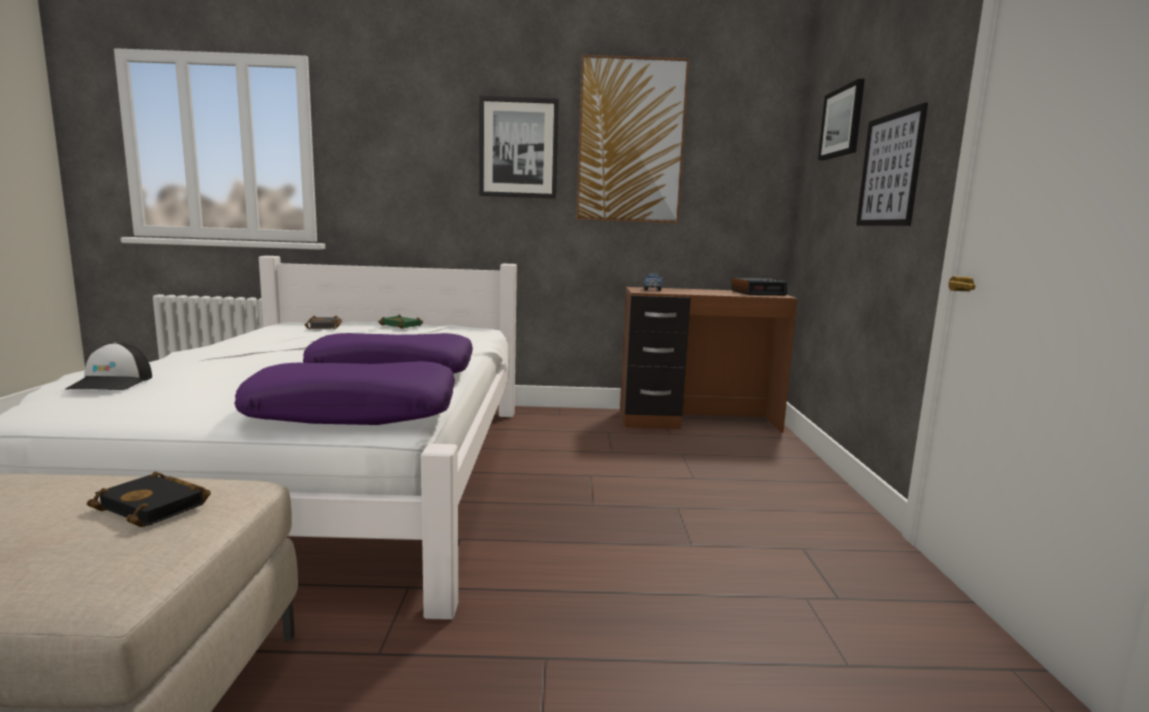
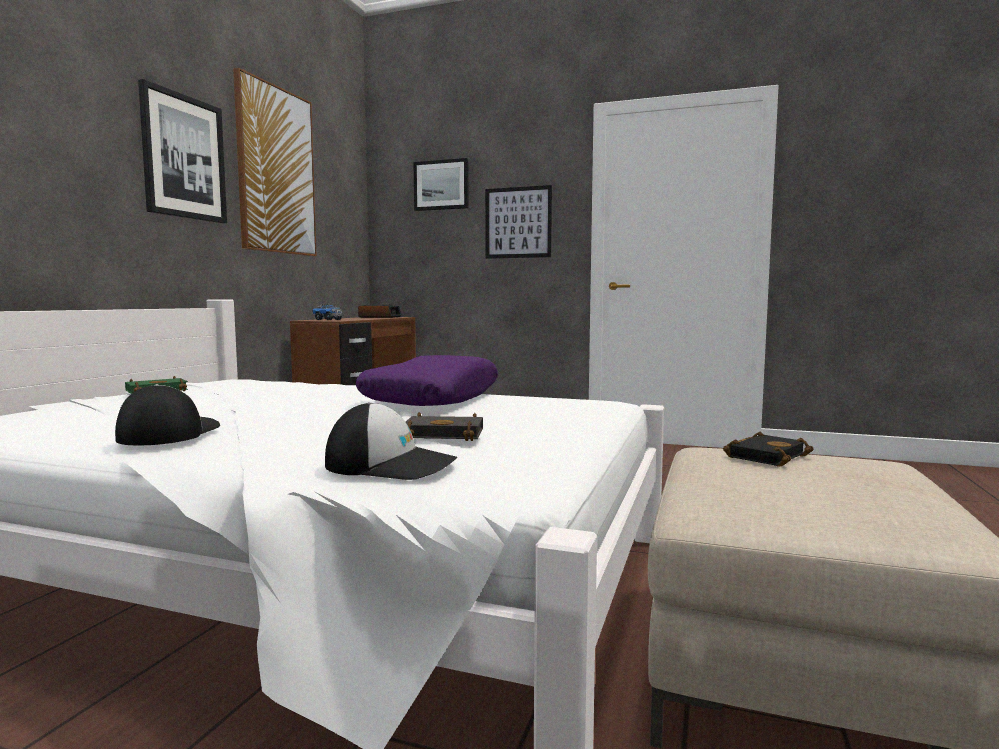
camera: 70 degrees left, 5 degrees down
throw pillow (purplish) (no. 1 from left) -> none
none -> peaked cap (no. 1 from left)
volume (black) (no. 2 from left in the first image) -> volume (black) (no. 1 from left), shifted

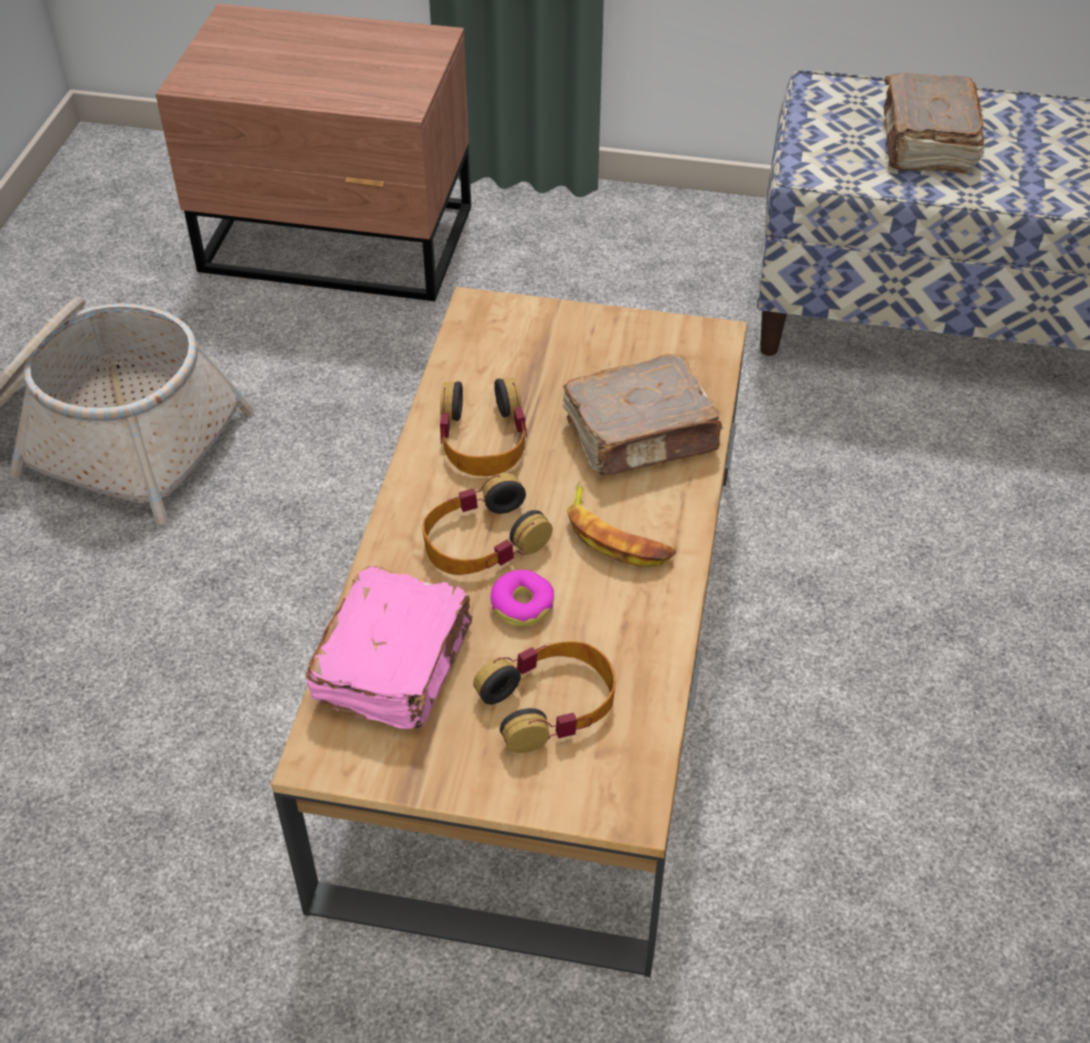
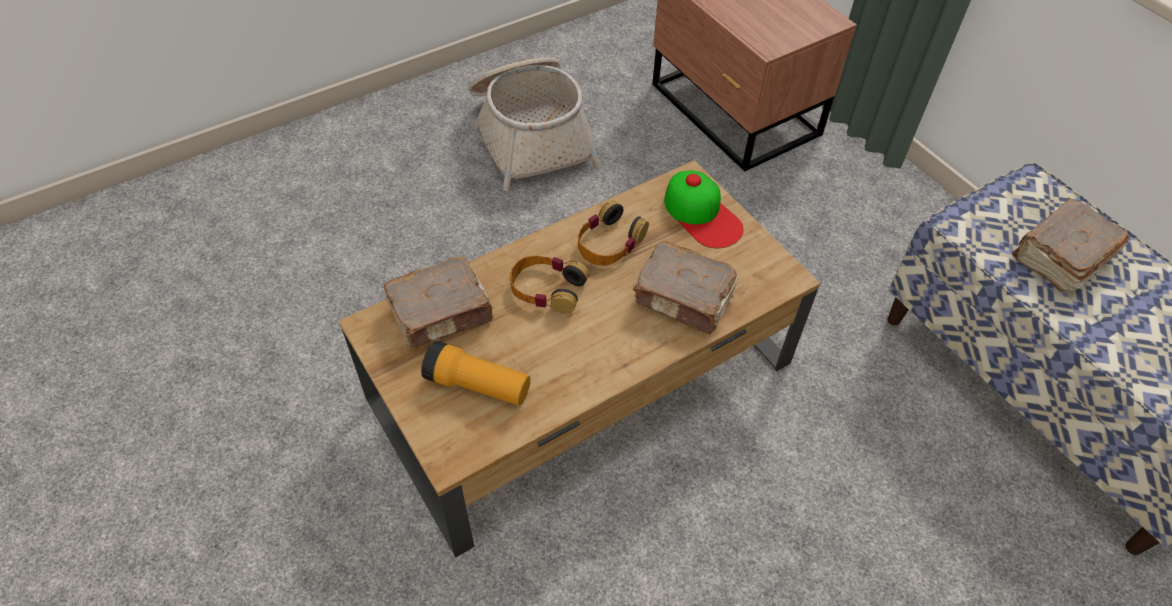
camera: 45 degrees right, 5 degrees up
donut -> none
whole banana -> none
none -> peaked cap
pair of headphones (no. 3 from left) -> hand torch
volume (pinkish) -> volume (brown-coloured) (no. 1 from left)

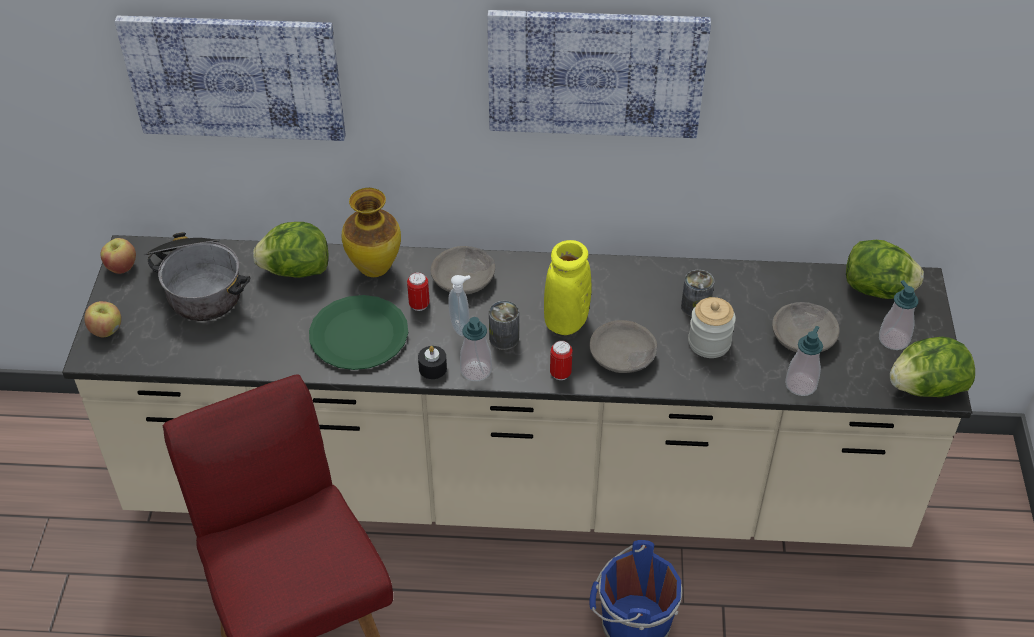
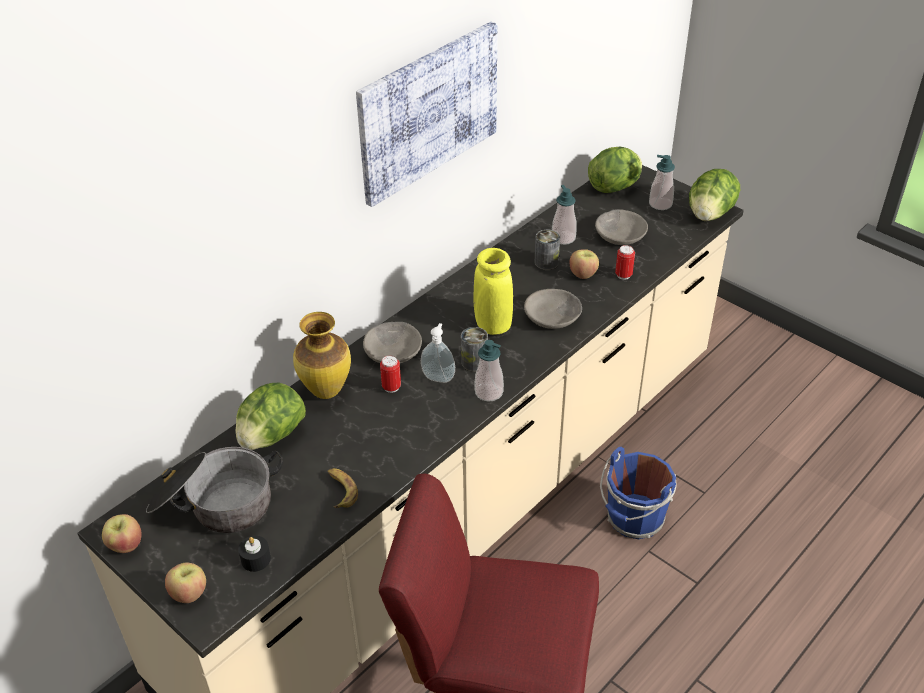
camera: 50 degrees left, 5 degrees down
picture (no. 1 from left) -> none
dinner plate (green-coloured) -> none
none -> whole banana
wax candle (black), shifted
can (no. 3 from left in the first image) -> can (no. 4 from left), shifted
soap bottle (no. 3 from left), shifted
jar -> apple fruit (no. 3 from left)

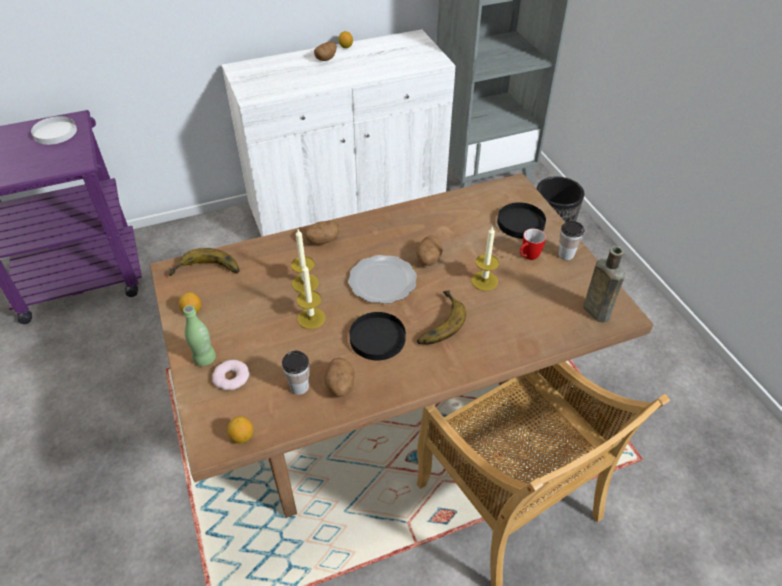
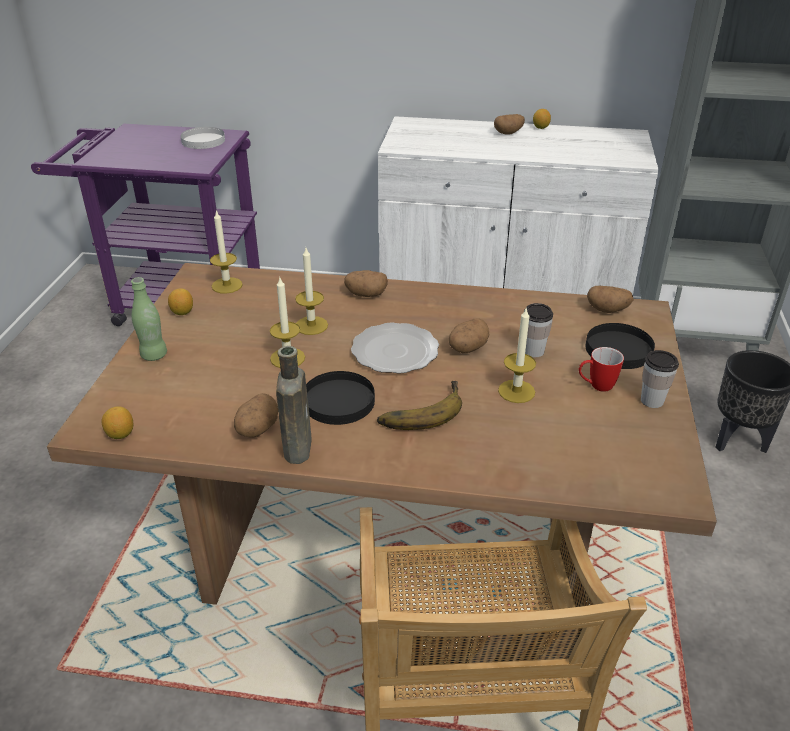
camera: 30 degrees right, 10 degrees down
donut -> none
none -> spud (no. 5 from left)
cup (no. 1 from left), shifted
bottle (brown-coloured), shifted
whole banana (no. 1 from left) -> wax candle (no. 1 from left)

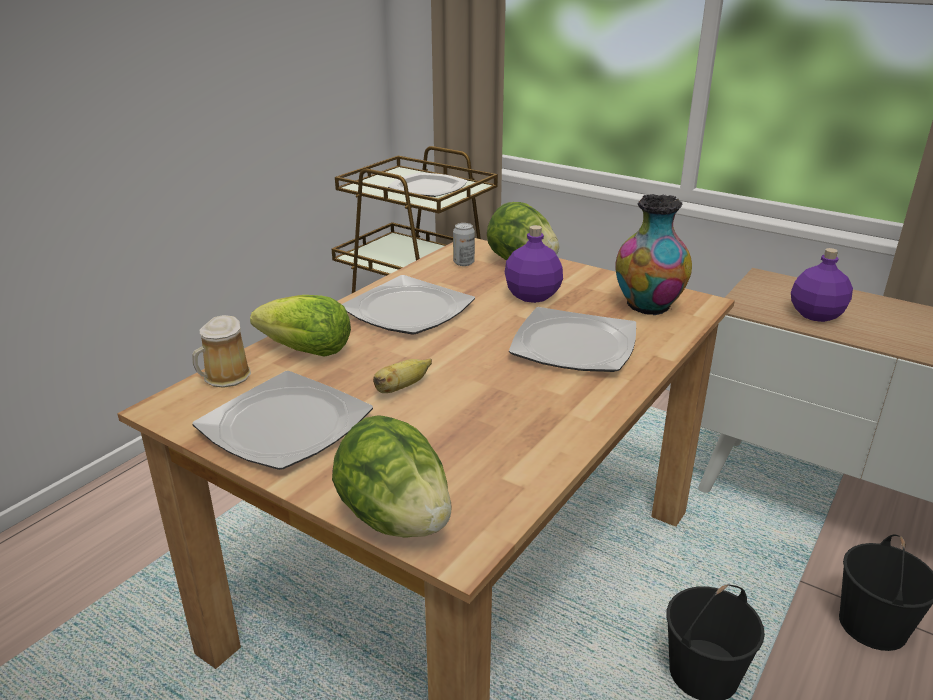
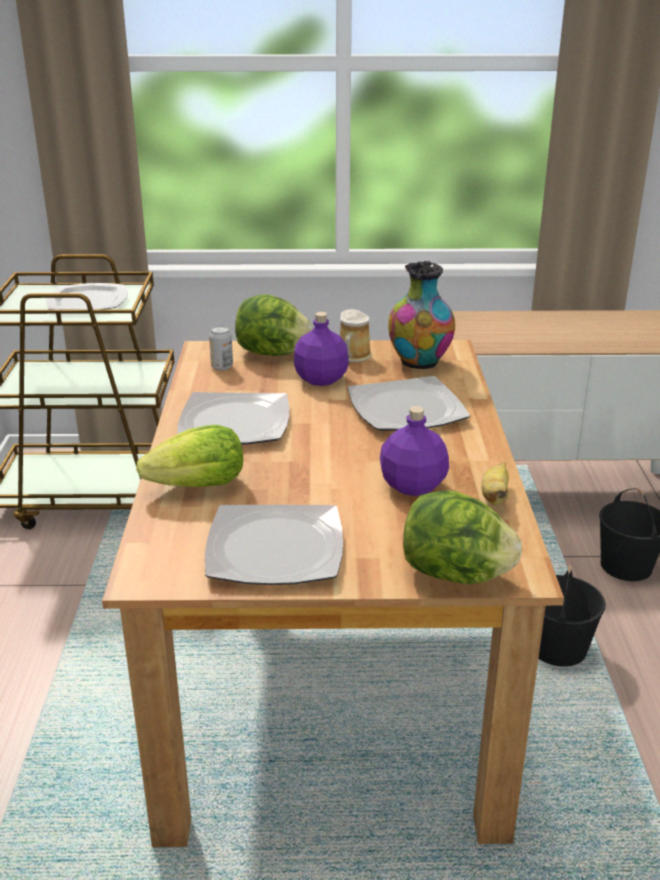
camera: 35 degrees left, 0 degrees up
tea mug, shifted
whole banana, shifted
bottle (purplish) (no. 2 from left), shifted

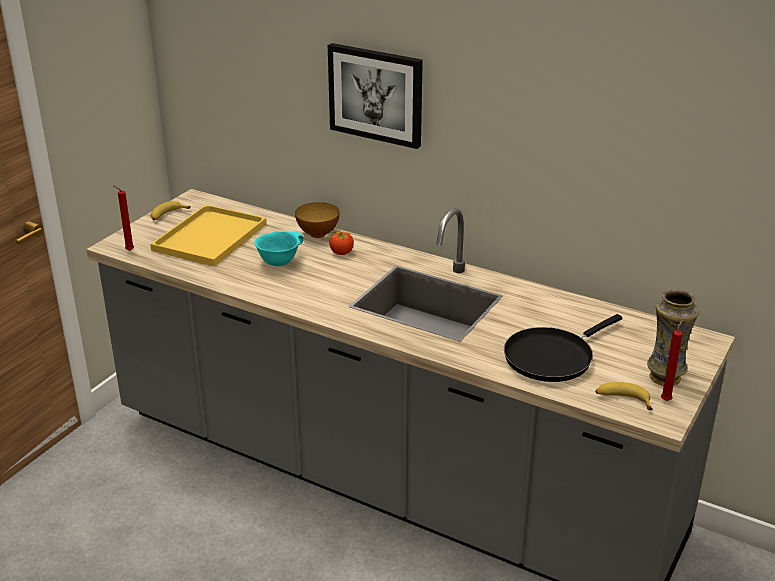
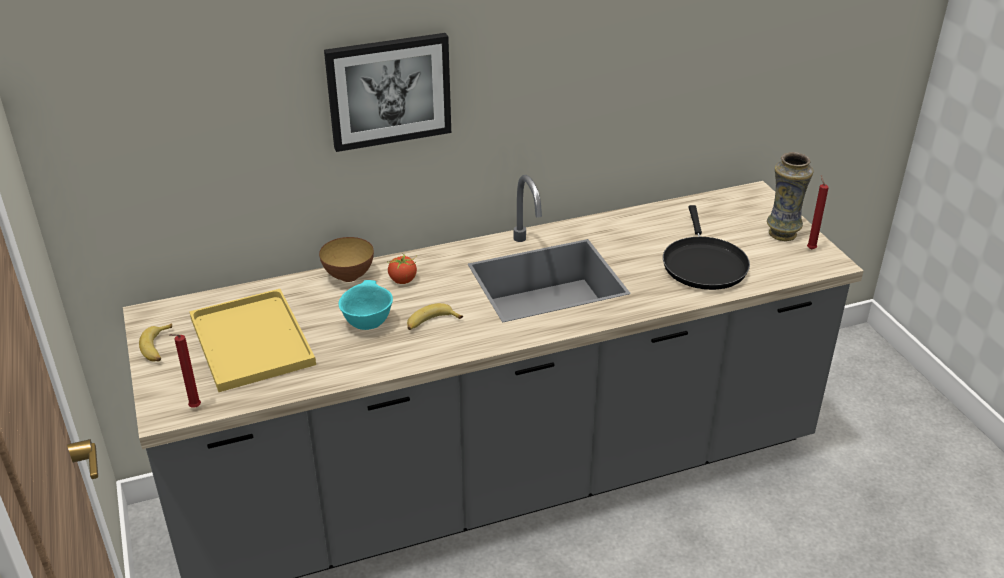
camera: 50 degrees left, 5 degrees up
whole banana (no. 2 from left), shifted

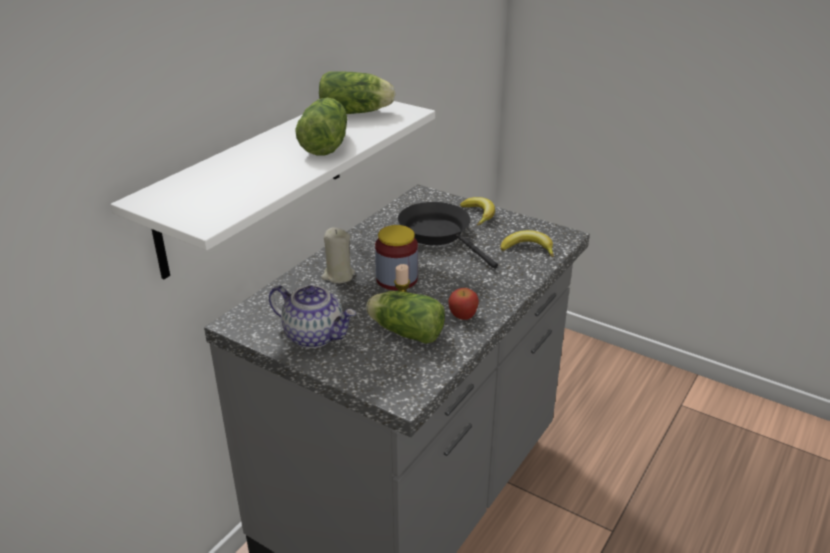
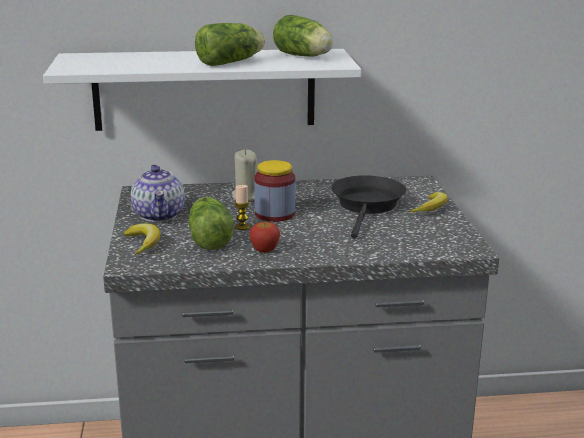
camera: 50 degrees right, 10 degrees down
whole banana (no. 2 from left in the first image) -> whole banana (no. 1 from left), shifted

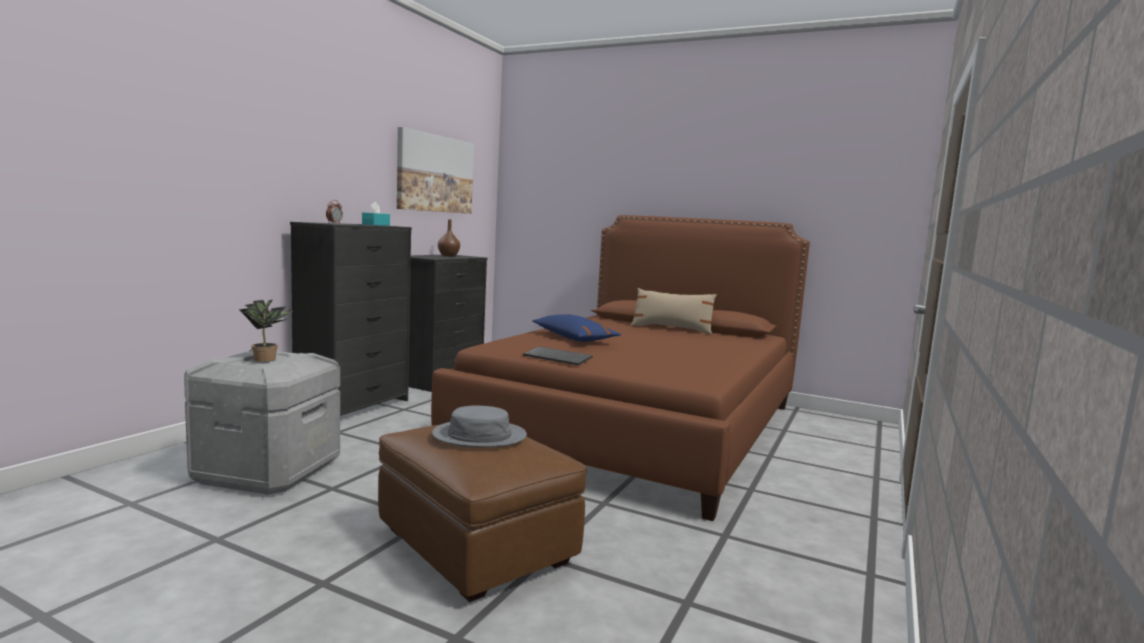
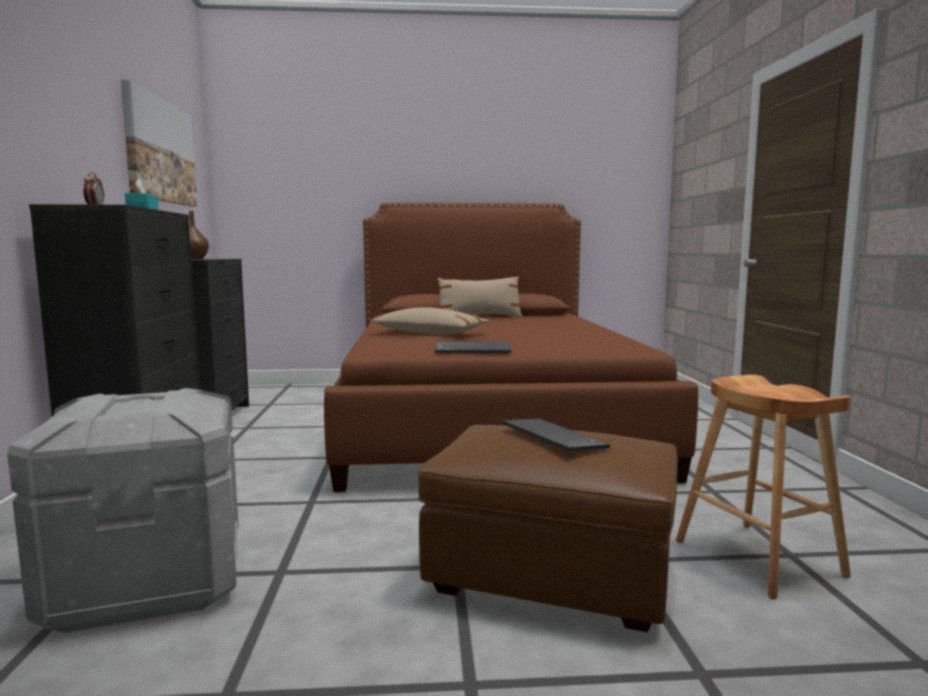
camera: 30 degrees left, 0 degrees up
plant in a pot -> none
none -> sitting stool (brown-coloured)
wearable hat (gray) -> PC keyboard (no. 2 from left)
throw pillow (blue-coloured) -> throw pillow (beige-coloured) (no. 1 from left)

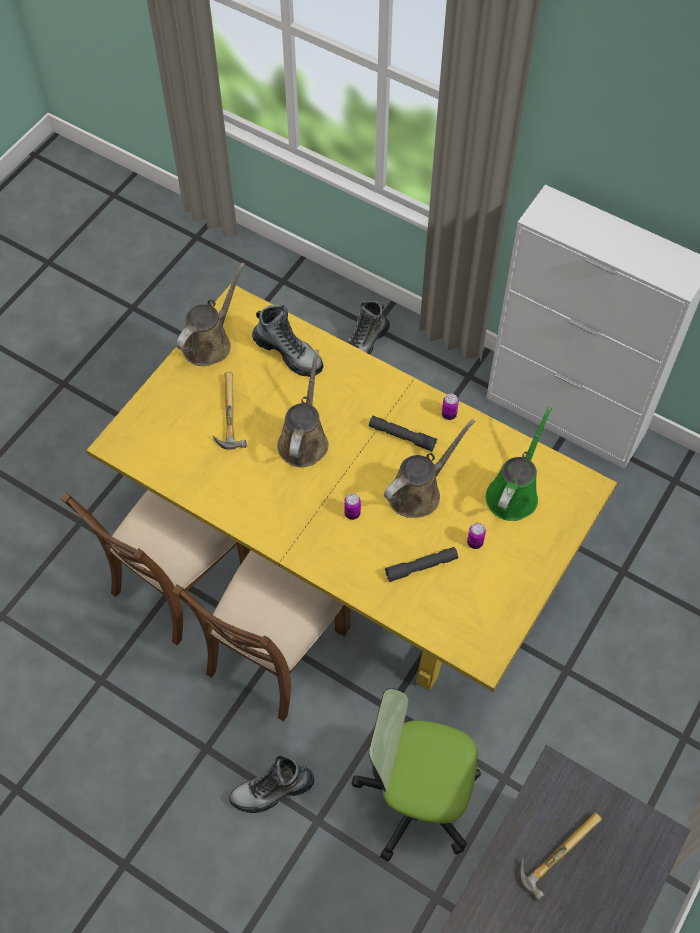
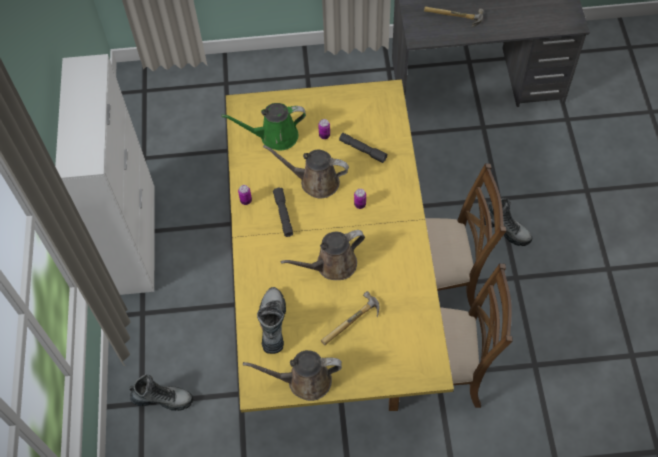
camera: 125 degrees left, 0 degrees up
office chair -> none

